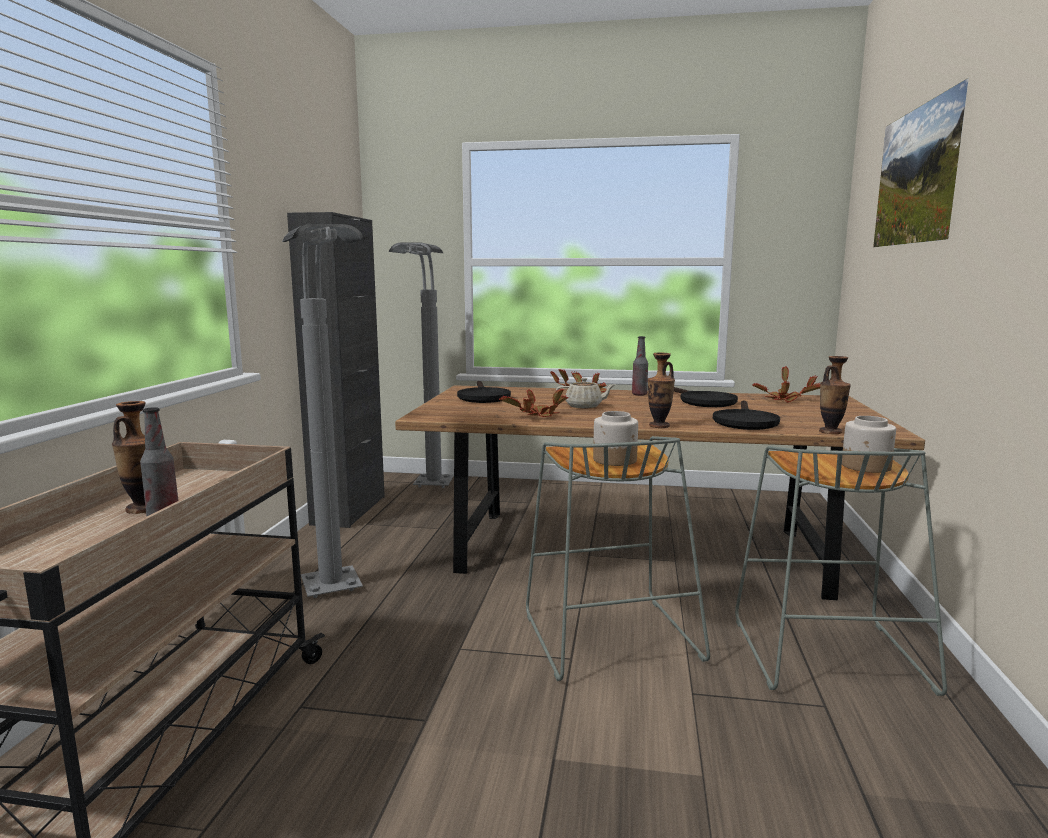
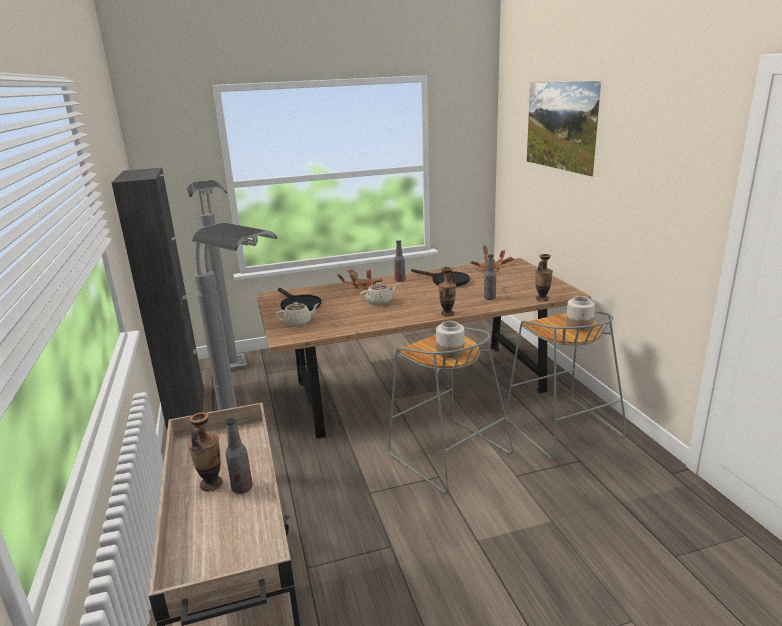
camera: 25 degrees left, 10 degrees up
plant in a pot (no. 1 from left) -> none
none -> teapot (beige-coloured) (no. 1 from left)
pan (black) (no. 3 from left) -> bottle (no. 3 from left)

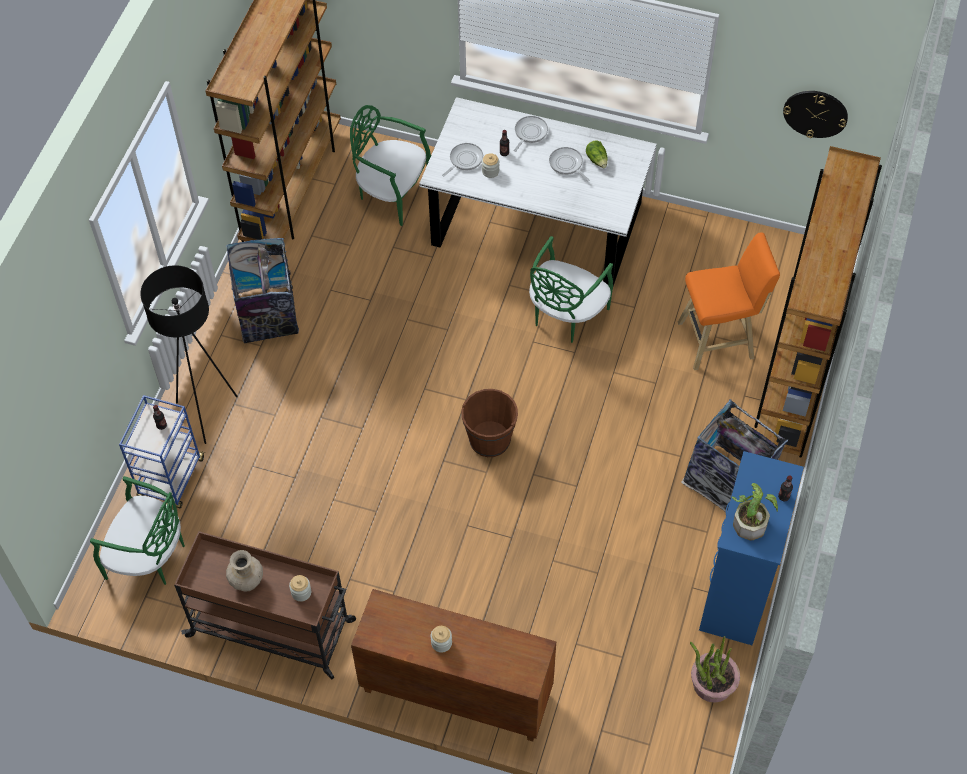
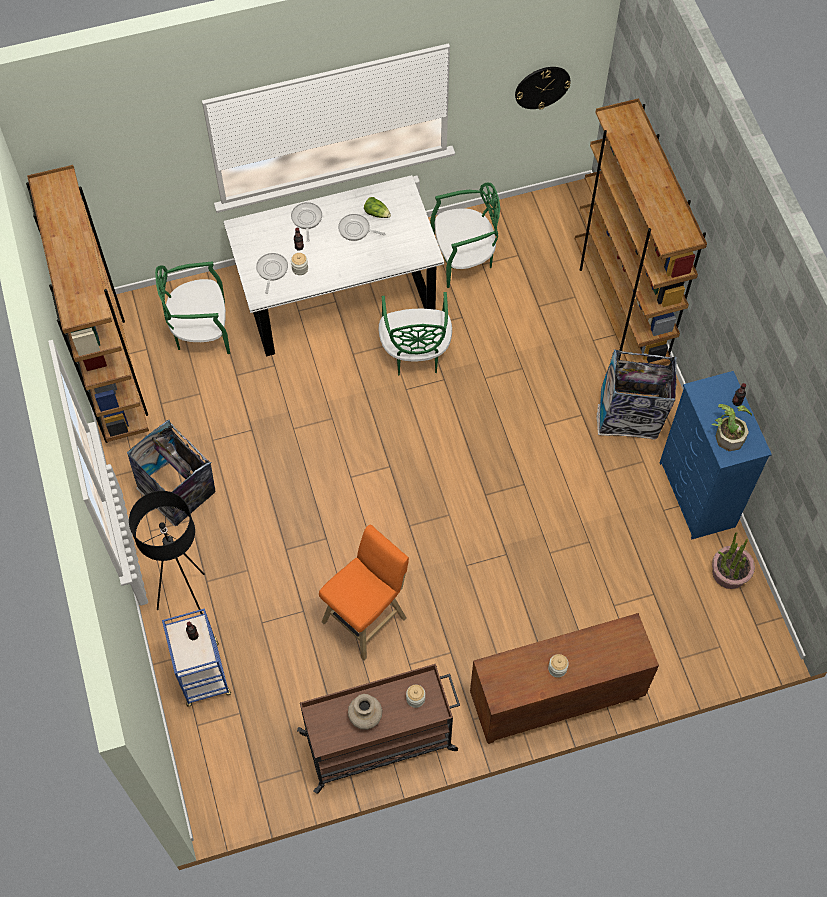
camera: 35 degrees left, 5 degrees up
bucket (brown-coloured) -> none
chair (green-coloured) (no. 1 from left in the first image) -> chair (green-coloured) (no. 3 from left), shifted
sitting stool (orangey), shifted

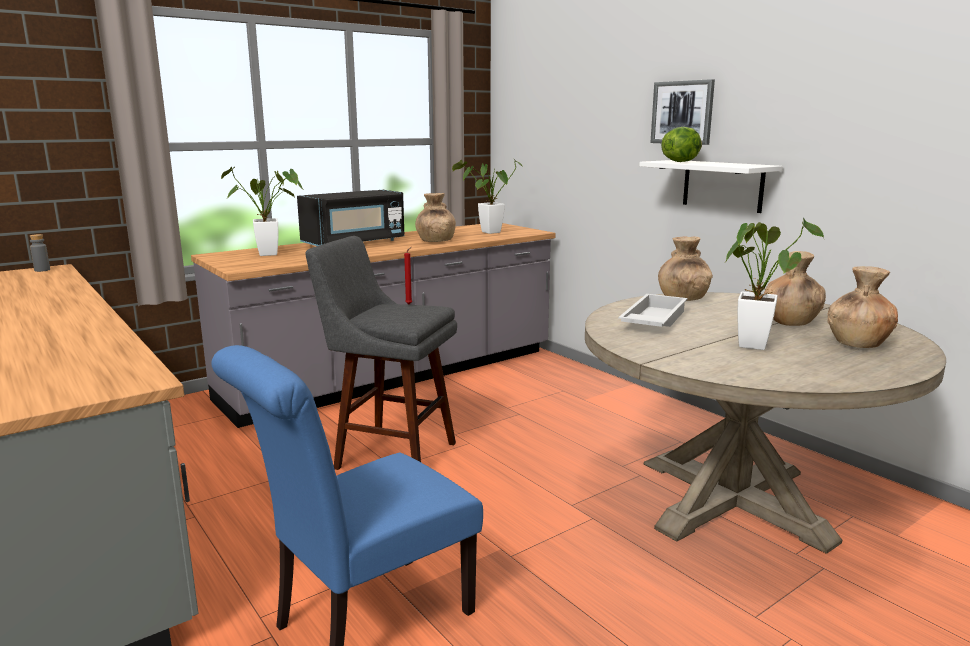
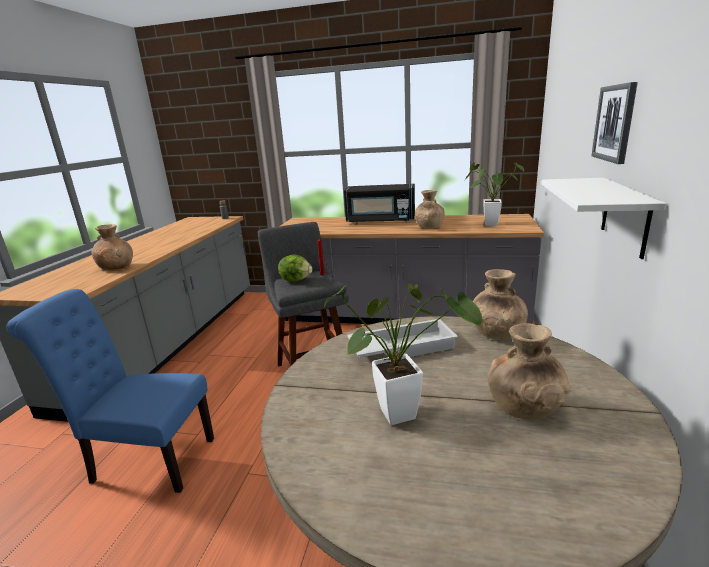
camera: 50 degrees right, 5 degrees up
plant in a pot (no. 1 from left) -> none
head of lettuce, shifted
decorative vase (brown-coloured) (no. 4 from left in the first image) -> decorative vase (brown-coloured) (no. 1 from left), shifted

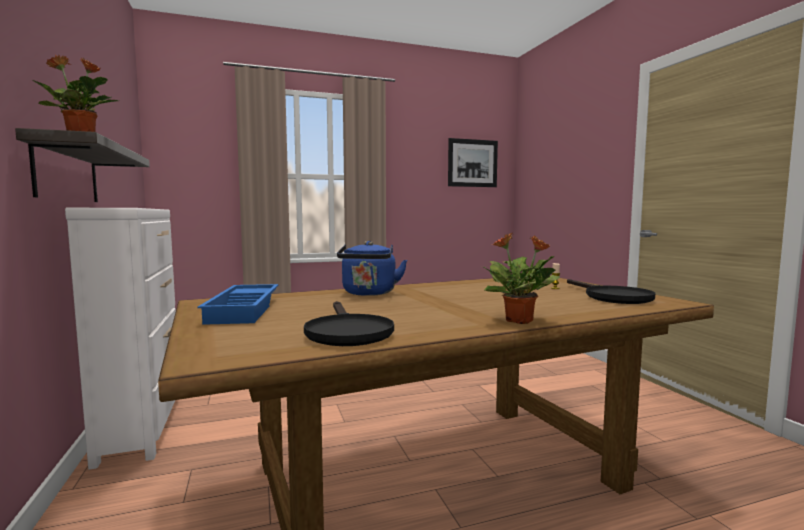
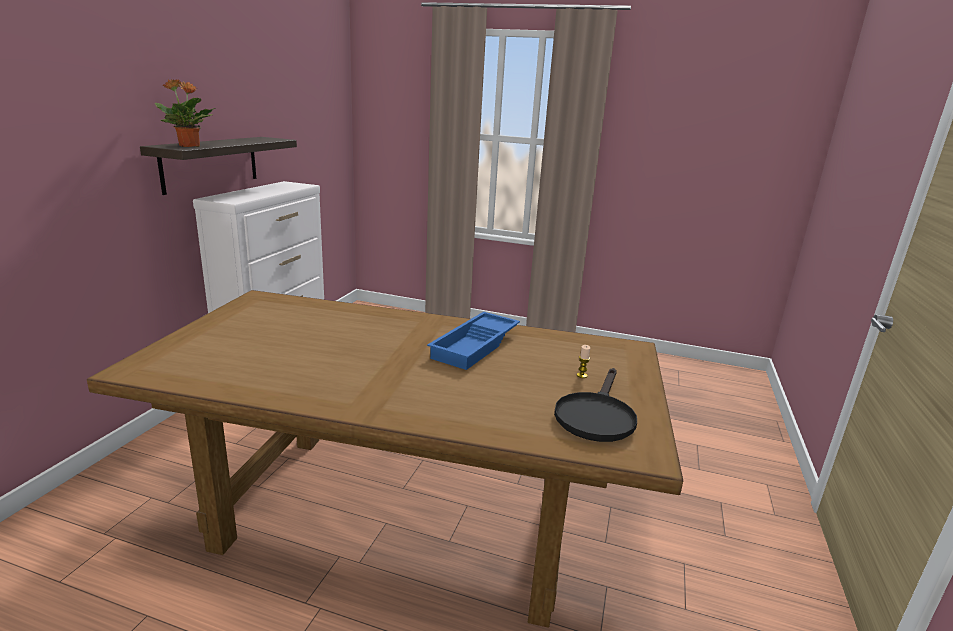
camera: 35 degrees right, 15 degrees up
pan (black) (no. 1 from left) -> none
tea kettle (blue-coloured) -> none
picture -> none
plant in a pot (no. 2 from left) -> none
serving tray (blue-coloured), shifted

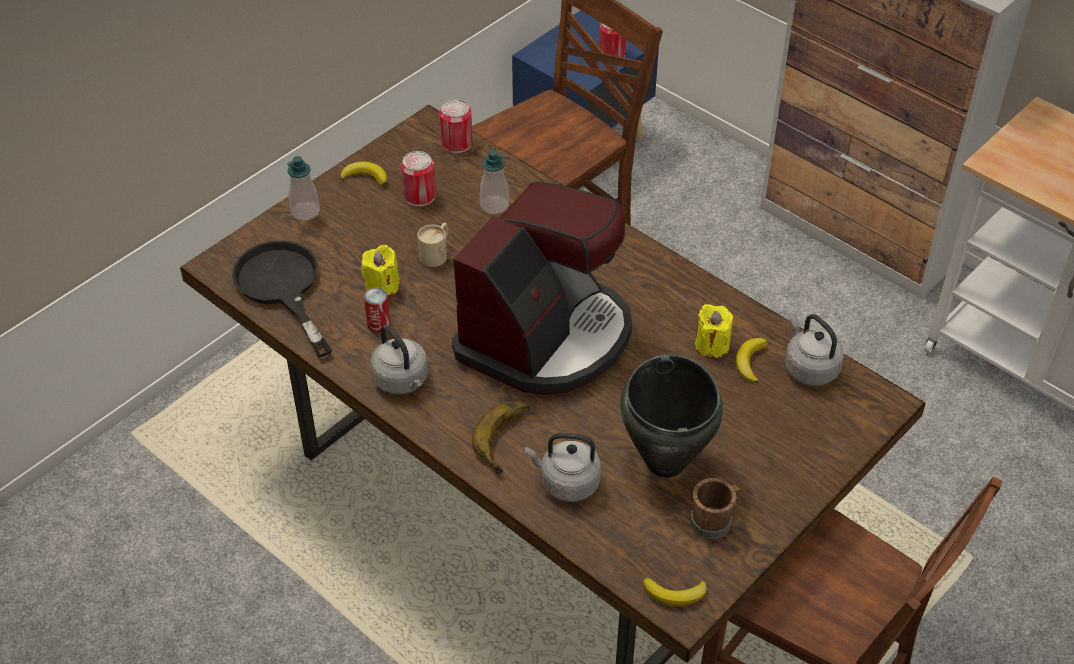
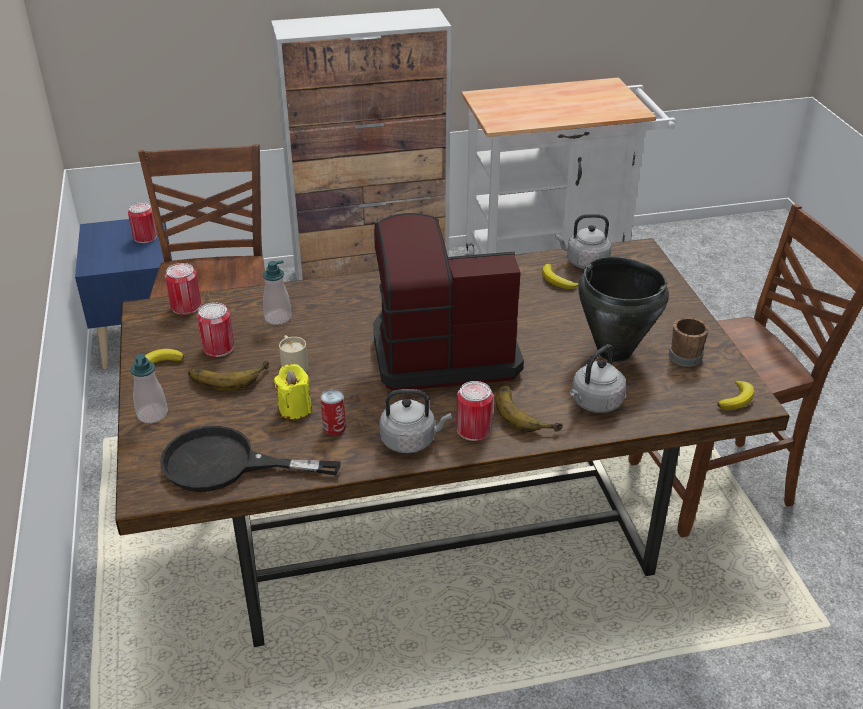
camera: 55 degrees left, 10 degrees down
wax candle (yellow) (no. 2 from left) -> none
none -> whole banana (no. 2 from left)
none -> can (no. 5 from left)
coffee brewer, 75 degrees counterclockwise

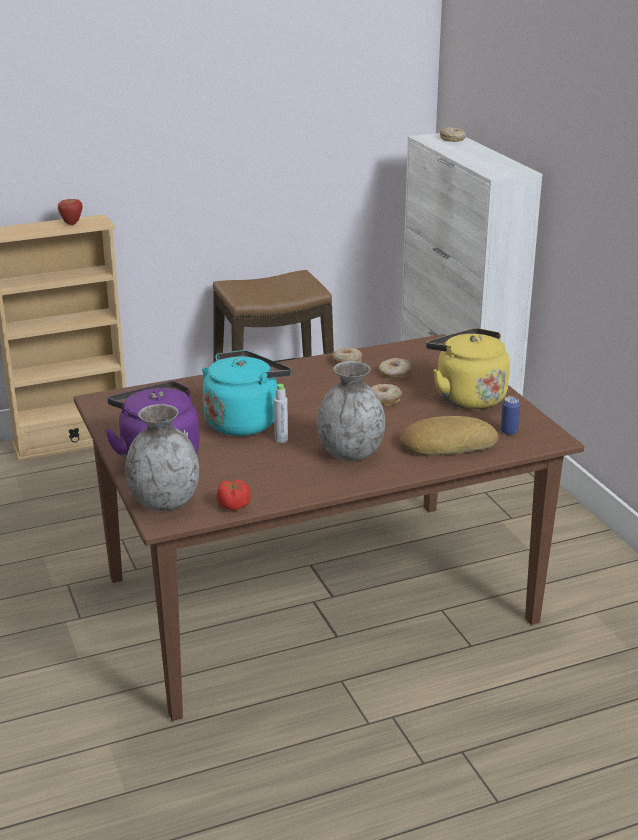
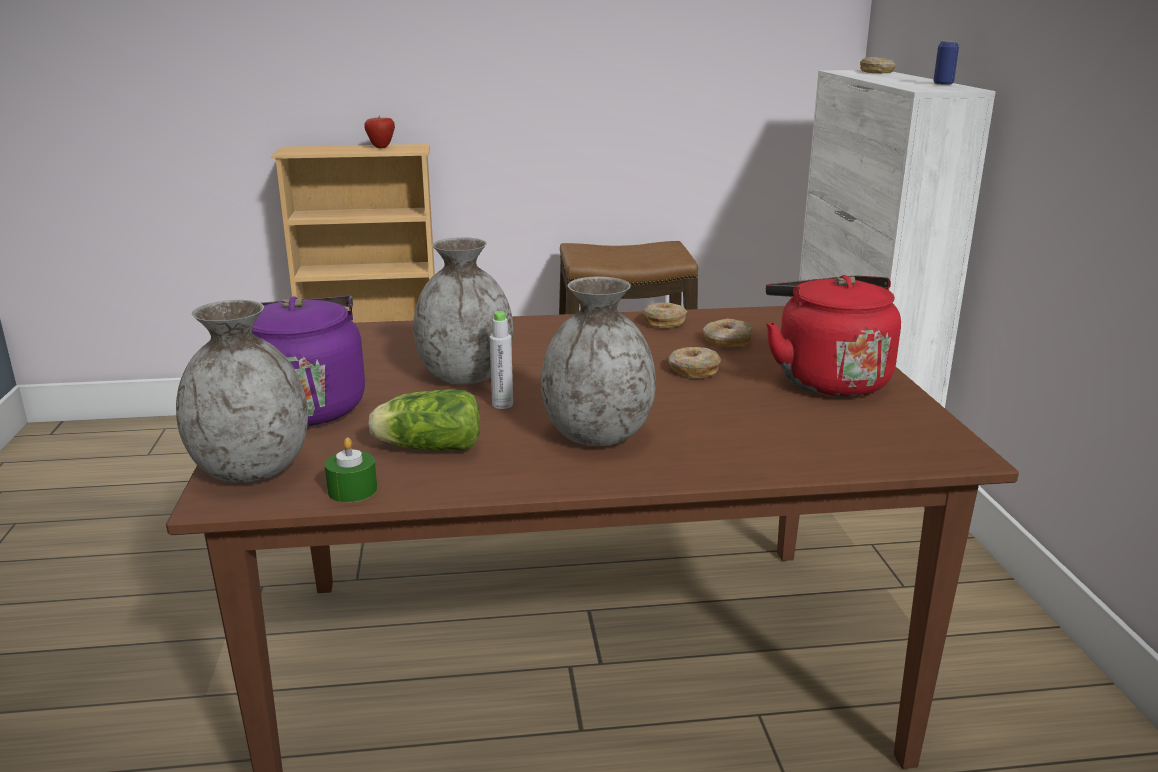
camera: 15 degrees right, 5 degrees down
bread -> none
none -> head of lettuce
can, shifted
tea kettle (blue-green) -> decorative vase (gray) (no. 2 from left)
fresh tomato -> wax candle (green-coloured)
tea kettle (yellow) -> tea kettle (red-coloured)

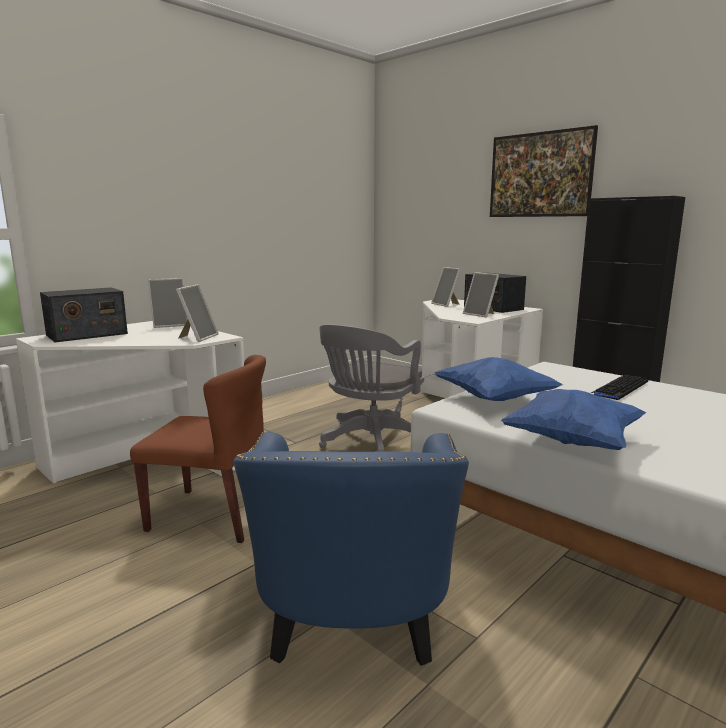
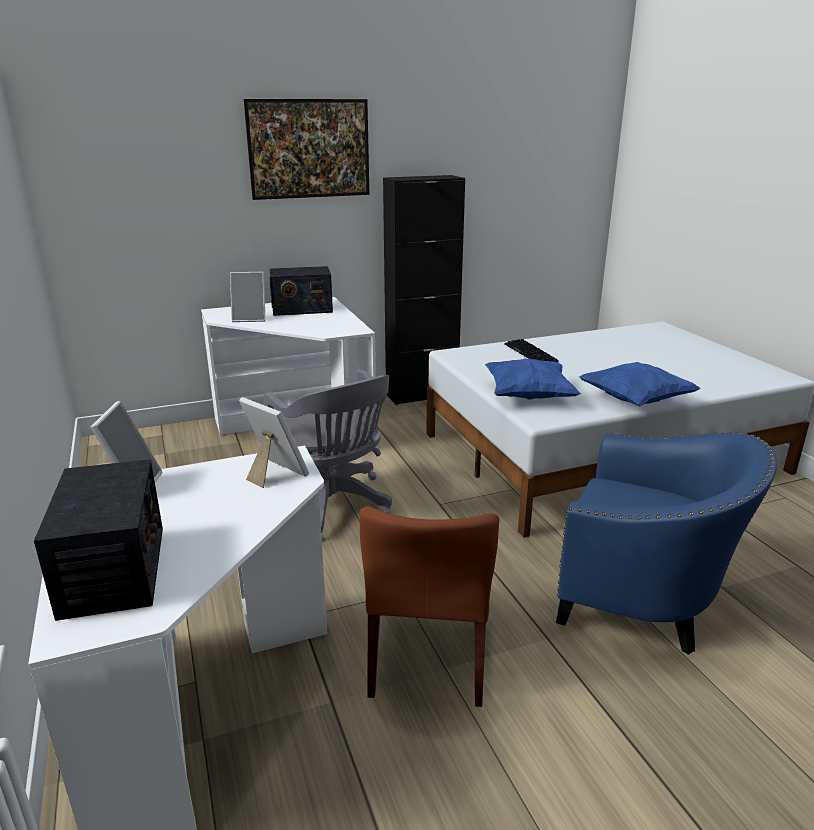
camera: 65 degrees left, 10 degrees up
photo frame (no. 4 from left) -> none
chair (brown-coloured), 150 degrees clockwise

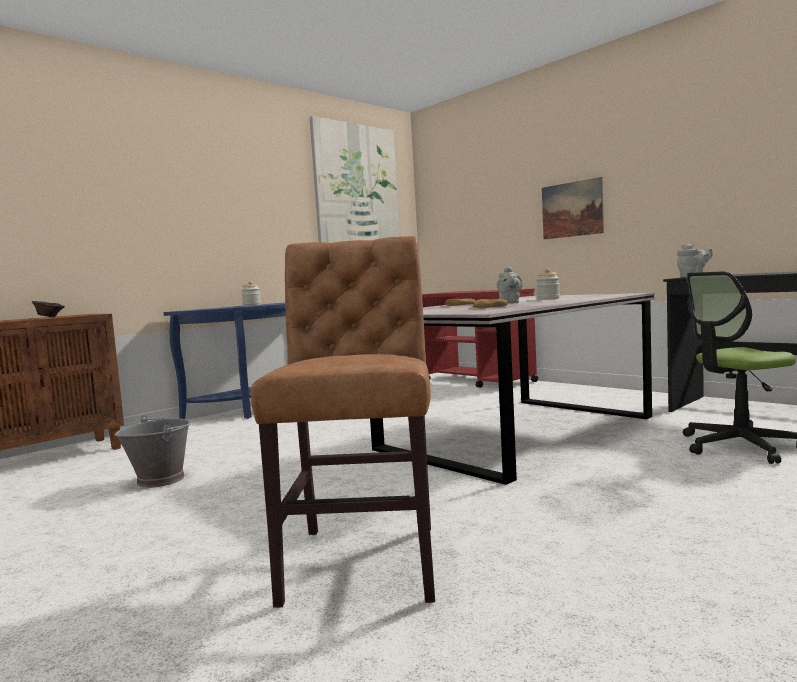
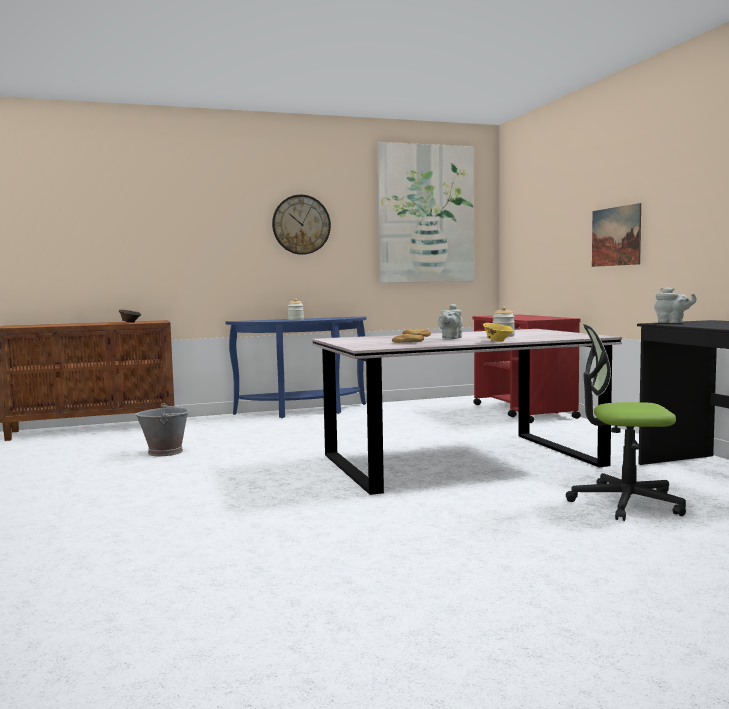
camera: 25 degrees right, 0 degrees up
chair (brown-coloured) -> none
none -> hanging clock
none -> deep dish (yellow)

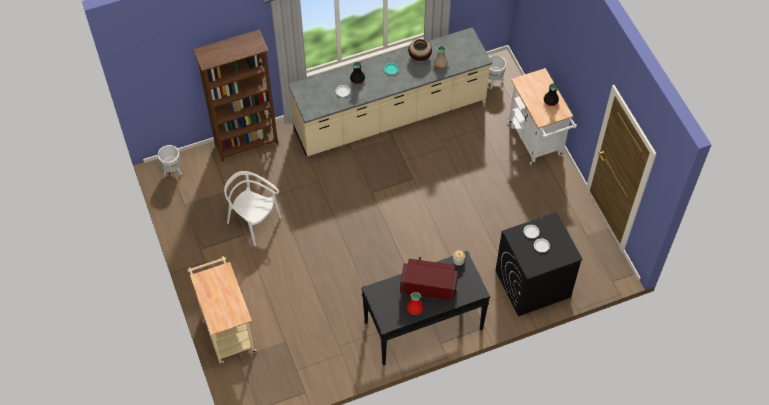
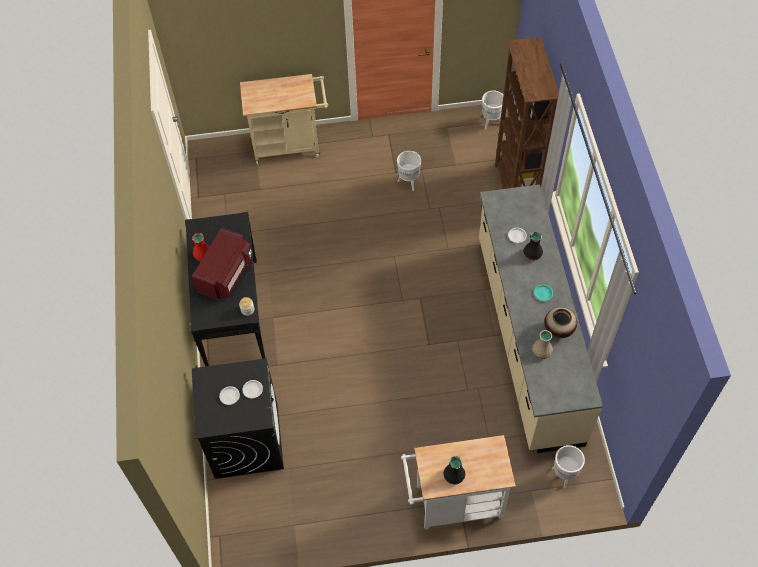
camera: 105 degrees right, 0 degrees up
chair (whitish) -> planter (whitish) (no. 1 from left)

